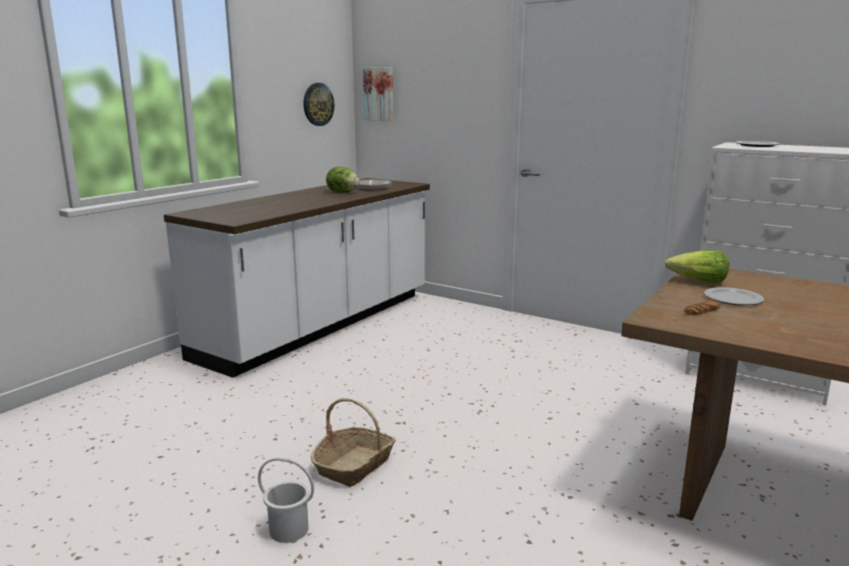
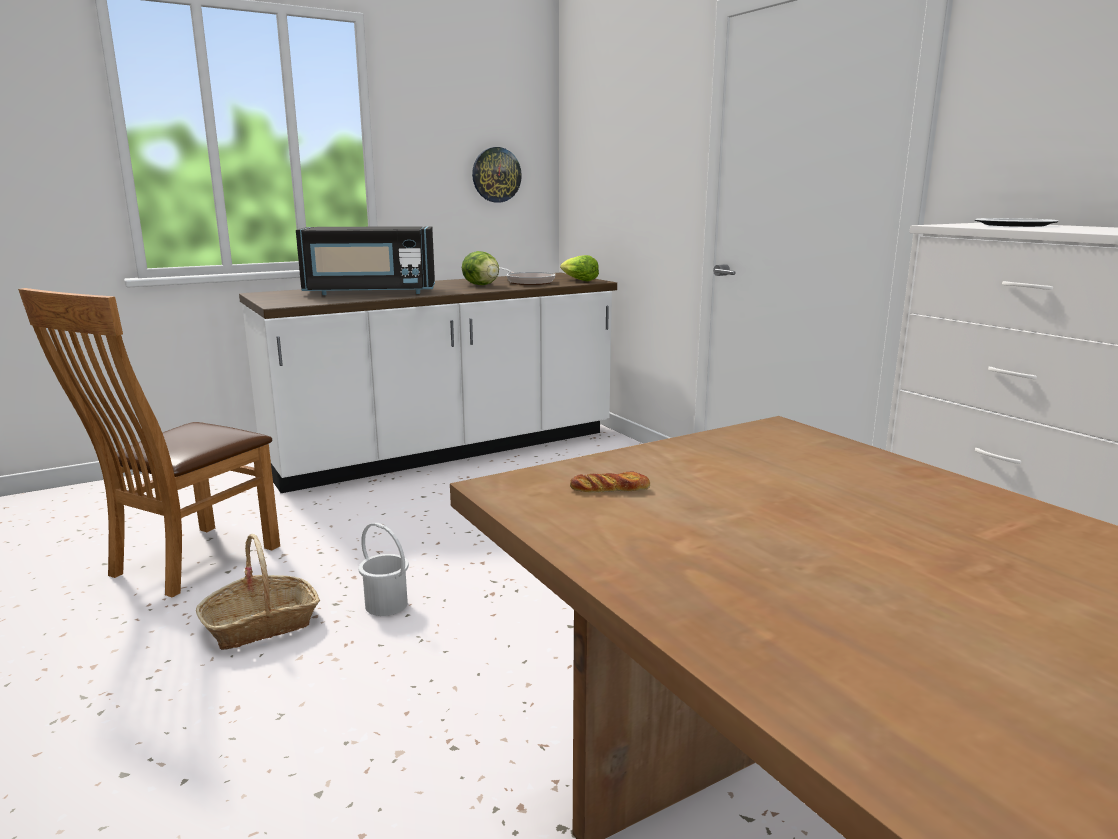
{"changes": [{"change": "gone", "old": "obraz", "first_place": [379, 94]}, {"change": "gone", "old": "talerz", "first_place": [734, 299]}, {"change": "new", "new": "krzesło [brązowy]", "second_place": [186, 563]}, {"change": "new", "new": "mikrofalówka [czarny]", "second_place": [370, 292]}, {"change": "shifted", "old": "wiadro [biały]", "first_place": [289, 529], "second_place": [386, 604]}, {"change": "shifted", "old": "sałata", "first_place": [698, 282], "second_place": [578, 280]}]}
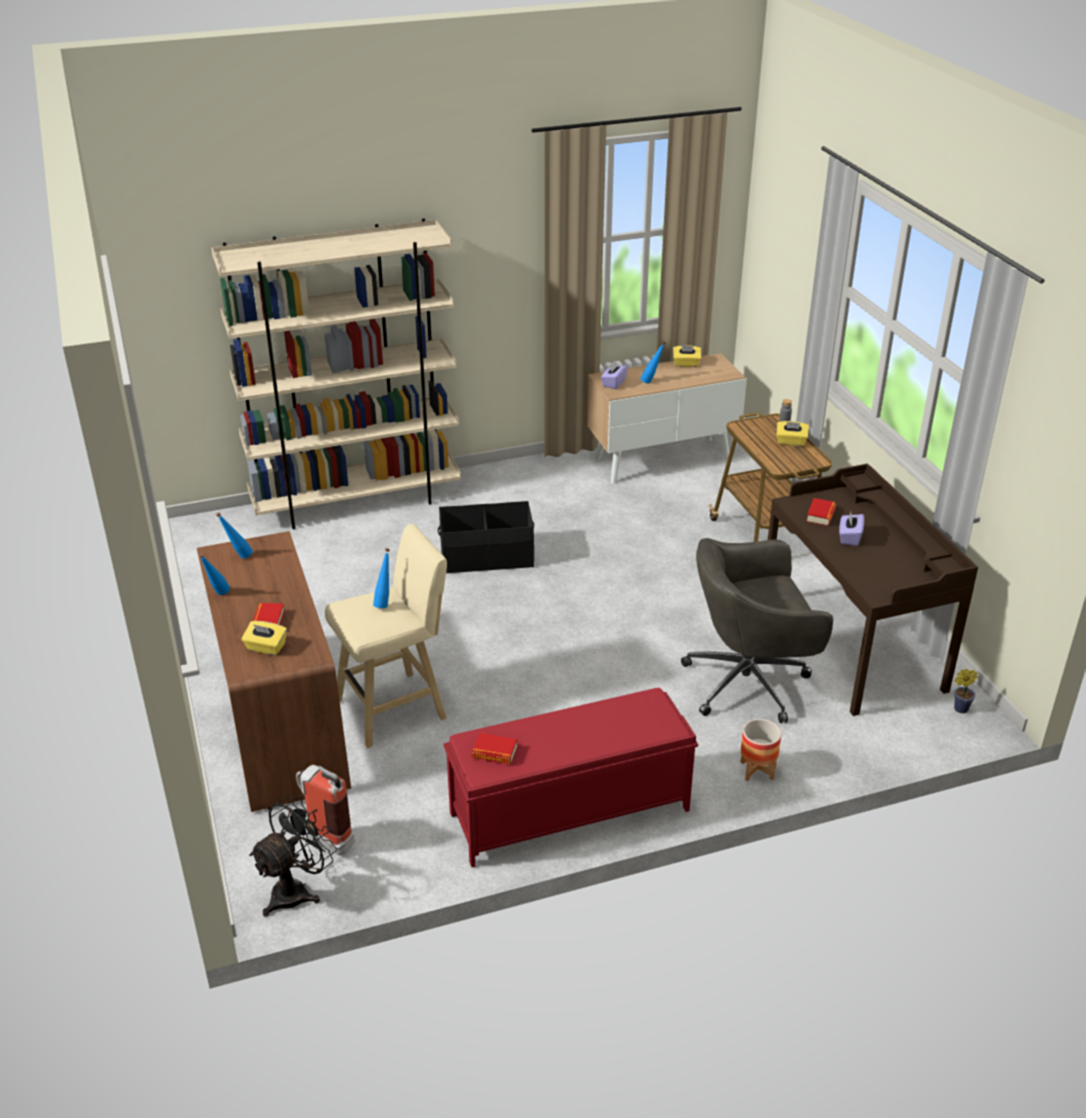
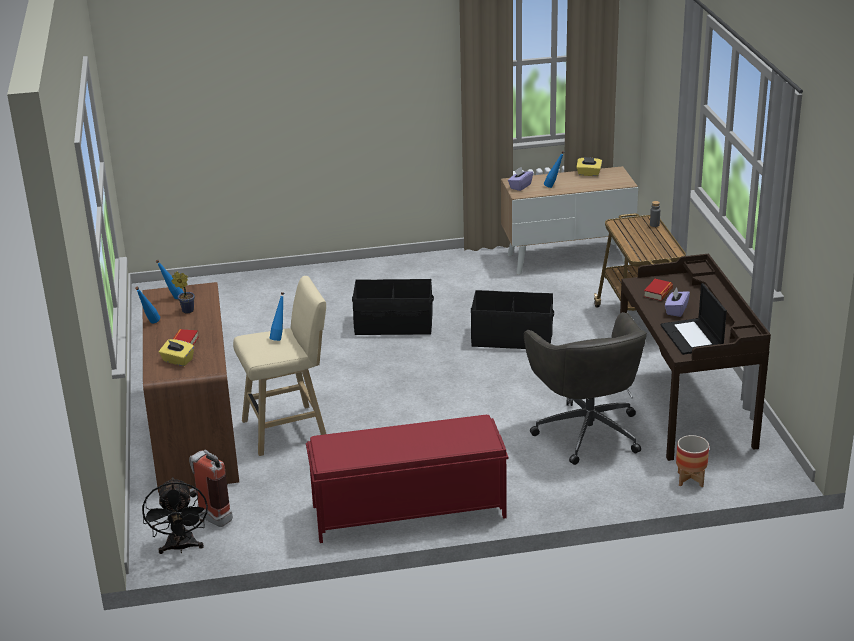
{"changes": [{"change": "gone", "old": "regał [beżowy]", "first_place": [357, 501]}, {"change": "gone", "old": "książka", "first_place": [494, 753]}, {"change": "gone", "old": "pudełko chusteczek [żółty]", "first_place": [791, 442]}, {"change": "new", "new": "pojemnik do przechowywania [czarny]", "second_place": [512, 338]}, {"change": "new", "new": "laptop", "second_place": [692, 337]}, {"change": "shifted", "old": "donica", "first_place": [757, 770], "second_place": [690, 479]}, {"change": "shifted", "old": "roślina doniczkowa", "first_place": [959, 708], "second_place": [186, 310]}, {"change": "rotated", "old": "wentylator [czarny]", "first_place": [297, 890], "second_place": [181, 547], "degrees": 120}, {"change": "rotated", "old": "krzesło biurowe [szary]", "first_place": [749, 683], "second_place": [587, 431], "degrees": -105}]}
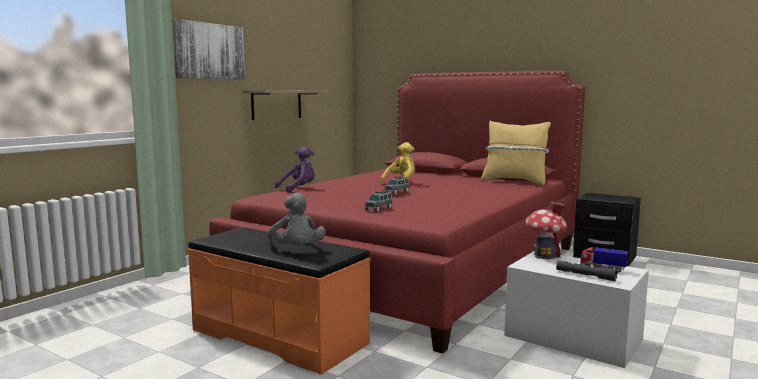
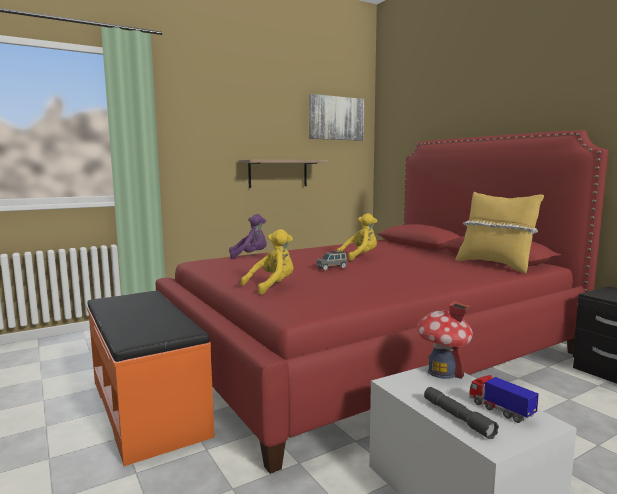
{"changes": [{"change": "gone", "old": "pluszak [szary]", "first_place": [297, 251]}, {"change": "shifted", "old": "obraz", "first_place": [209, 51], "second_place": [336, 118]}, {"change": "swapped", "old": "samochodzik [szary]", "new": "pluszak [żółty]", "first_place": [379, 209], "second_place": [272, 286]}]}
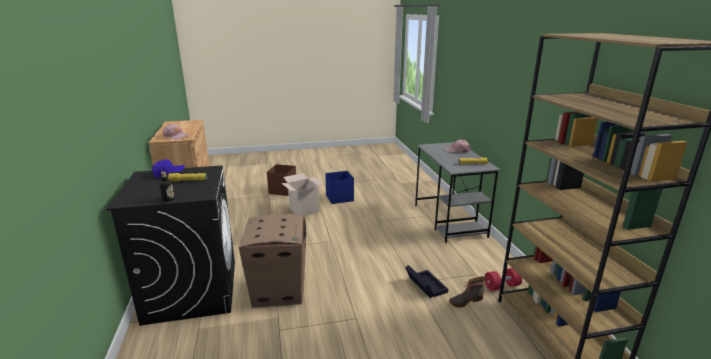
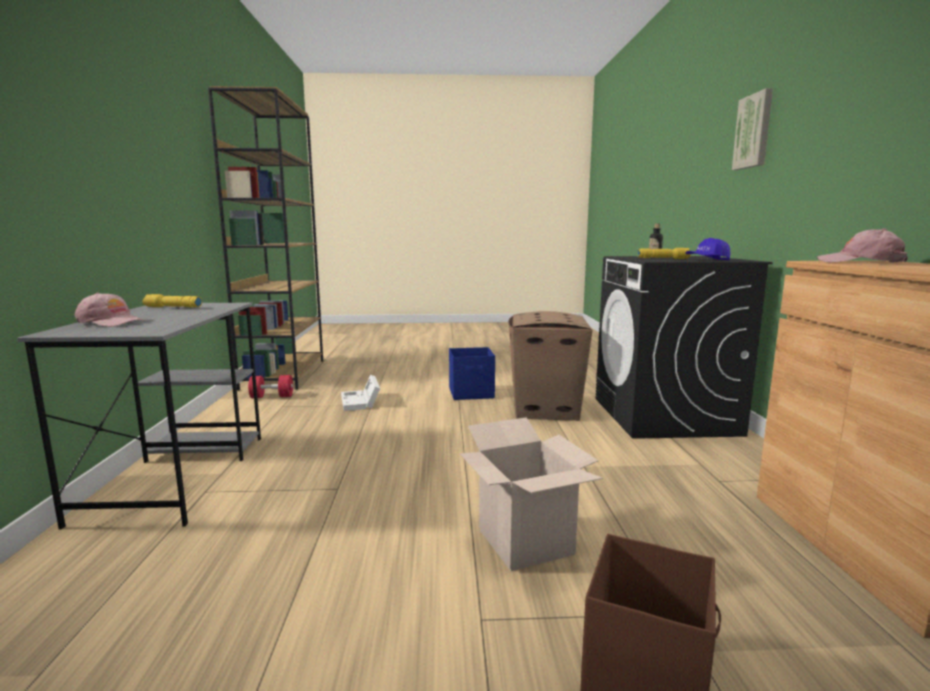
{"changes": [{"change": "gone", "old": "but z cholewką", "first_place": [465, 300]}, {"change": "new", "new": "obraz", "second_place": [754, 131]}, {"change": "shifted", "old": "pojemnik do przechowywania [niebieski]", "first_place": [339, 198], "second_place": [472, 393]}, {"change": "repainted", "old": "pojemnik do przechowywania [czarny]", "new": "pojemnik do przechowywania [biały]", "first_place": [424, 285], "second_place": [361, 402]}]}
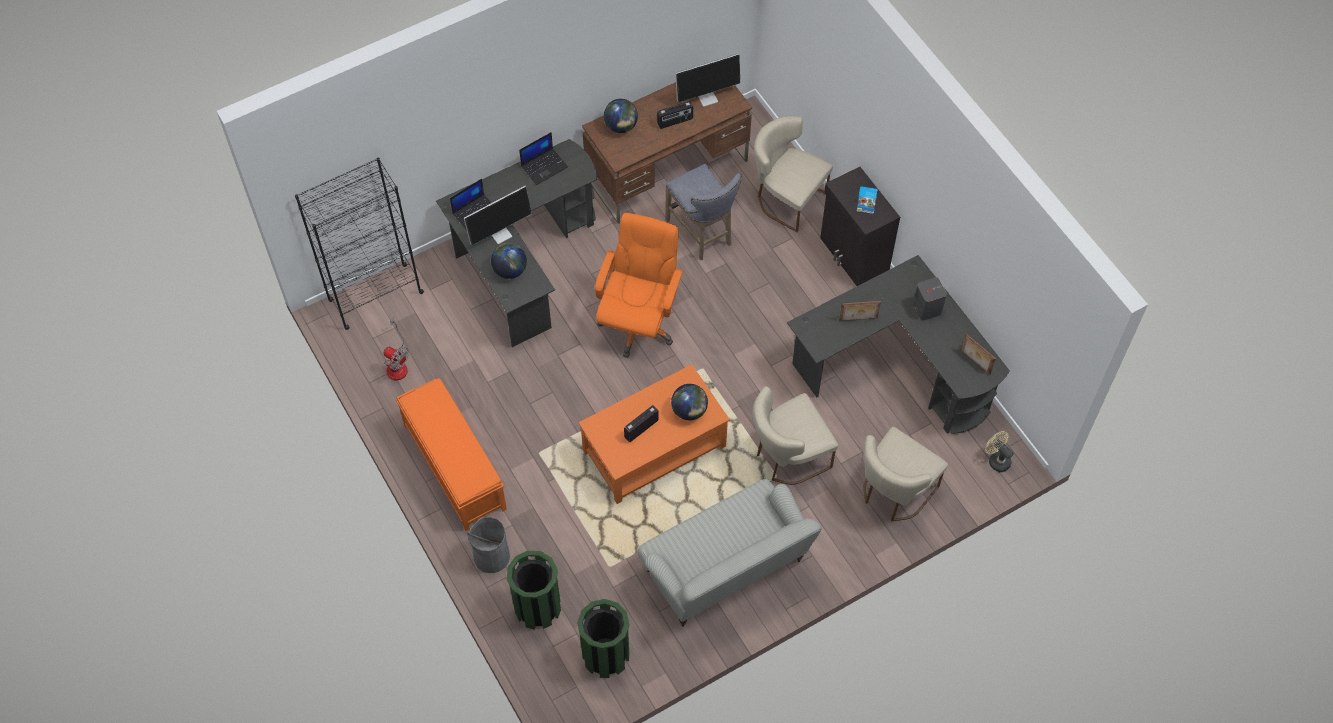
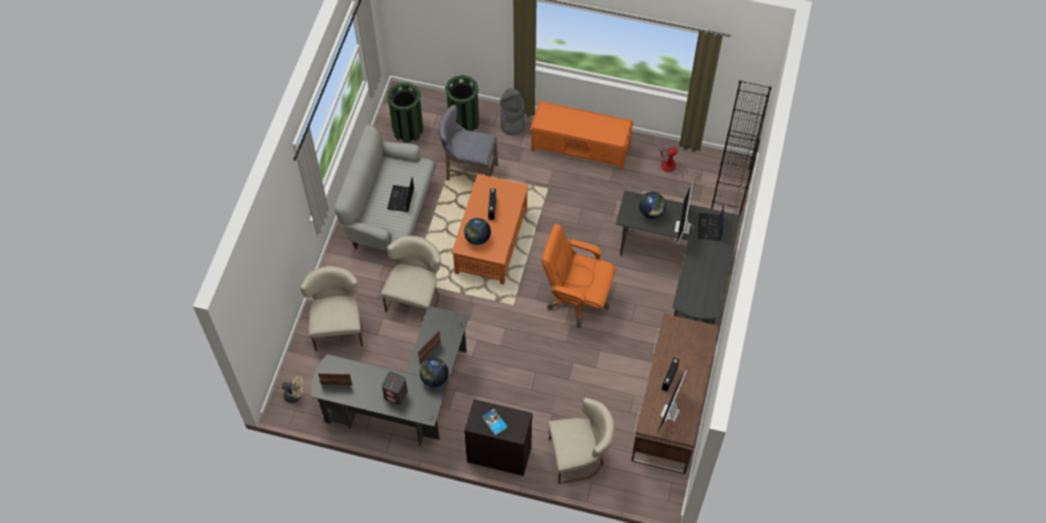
{"changes": [{"change": "shifted", "old": "laptop", "first_place": [544, 166], "second_place": [401, 199]}, {"change": "shifted", "old": "globus", "first_place": [621, 126], "second_place": [434, 378]}, {"change": "shifted", "old": "stołek [szary]", "first_place": [702, 234], "second_place": [468, 173]}, {"change": "rotated", "old": "krzesło biurowe [pomarańczowy]", "first_place": [638, 322], "second_place": [577, 299], "degrees": 135}]}
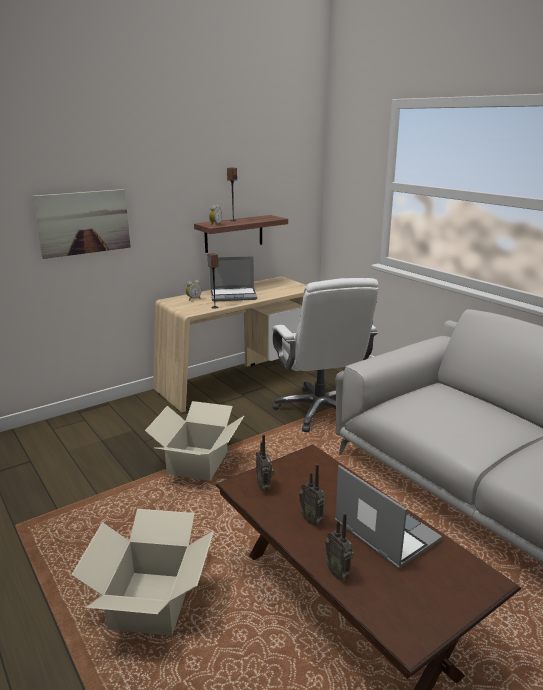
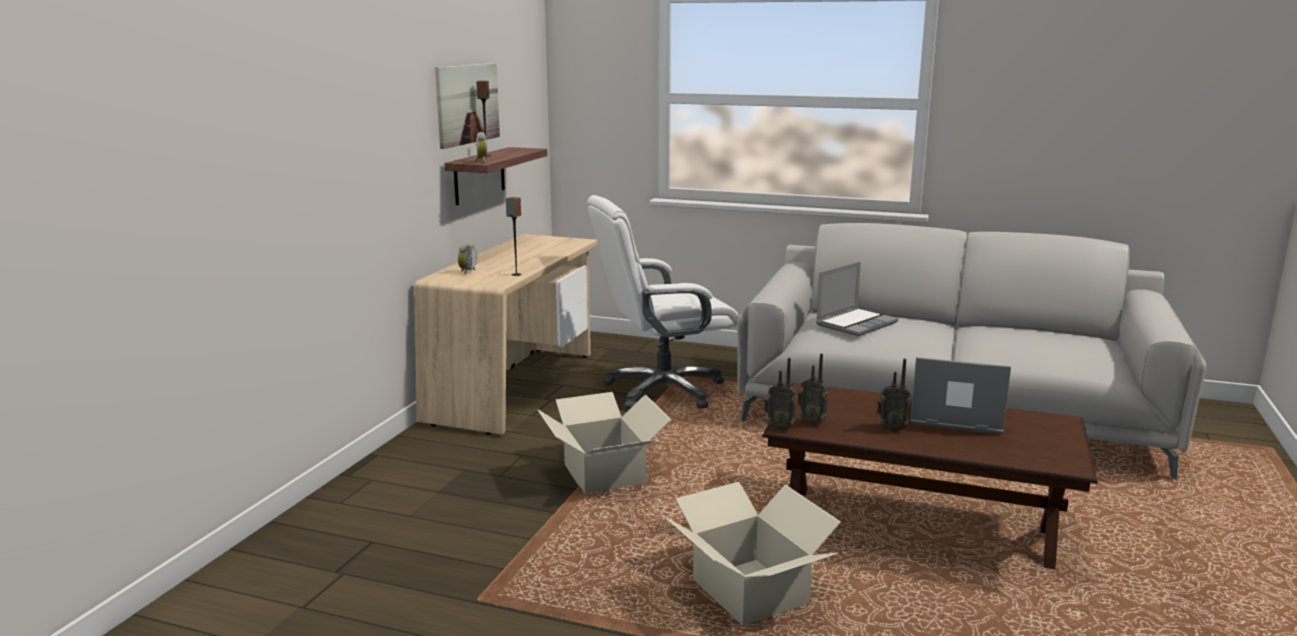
{"changes": [{"change": "shifted", "old": "obraz", "first_place": [84, 222], "second_place": [467, 104]}, {"change": "shifted", "old": "laptop", "first_place": [234, 295], "second_place": [856, 323]}, {"change": "shifted", "old": "radio", "first_place": [339, 572], "second_place": [779, 427]}, {"change": "rotated", "old": "krzesło biurowe [biały]", "first_place": [319, 410], "second_place": [662, 390], "degrees": 120}]}
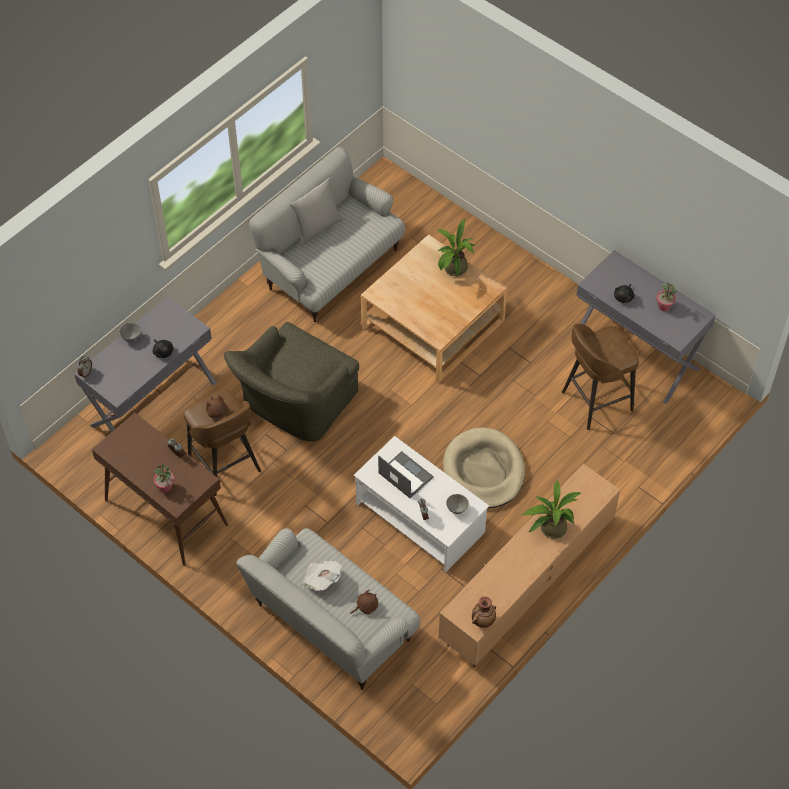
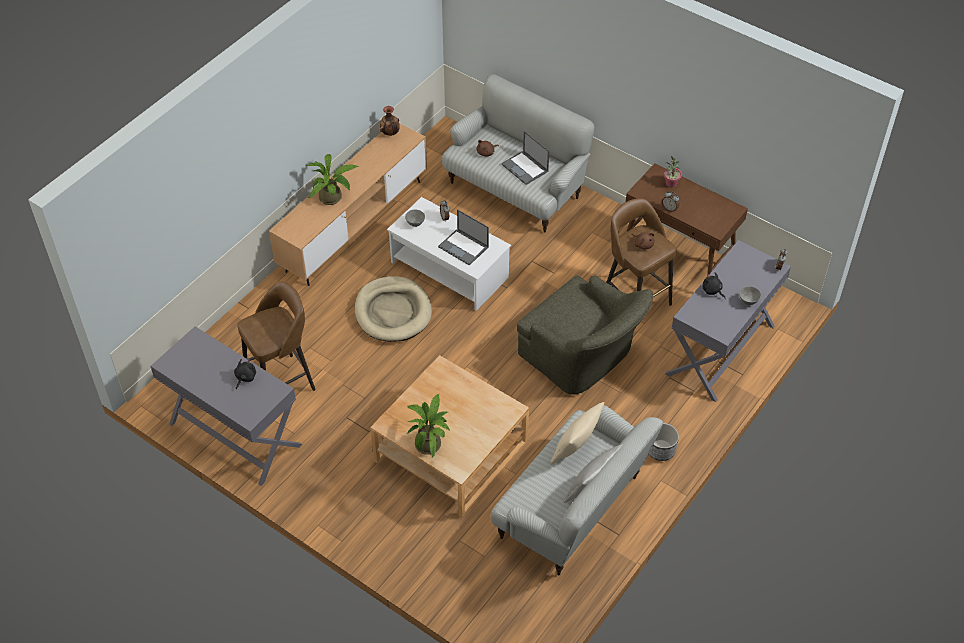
{"changes": [{"change": "gone", "old": "roślina doniczkowa", "first_place": [664, 306]}, {"change": "new", "new": "poduszka [beżowy]", "second_place": [575, 449]}, {"change": "new", "new": "donica", "second_place": [660, 450]}, {"change": "swapped", "old": "gazeta", "new": "laptop", "first_place": [322, 579], "second_place": [525, 168]}, {"change": "rotated", "old": "fotel [zielony]", "first_place": [294, 405], "second_place": [582, 358], "degrees": 105}]}
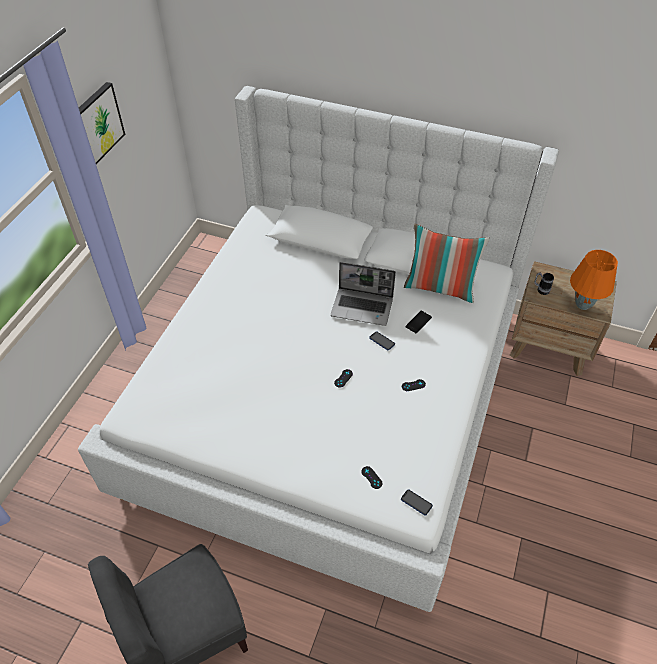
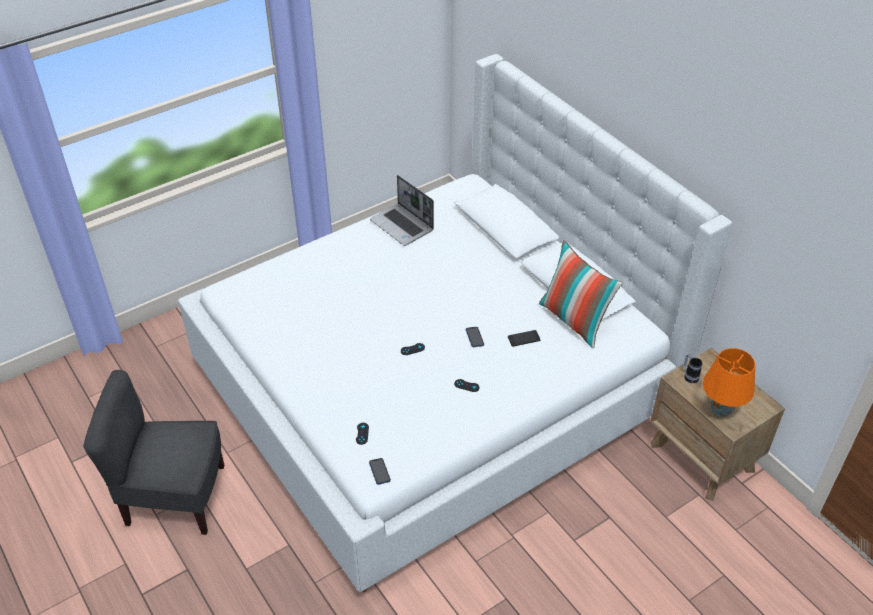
{"changes": [{"change": "gone", "old": "obraz", "first_place": [97, 123]}, {"change": "shifted", "old": "laptop", "first_place": [363, 307], "second_place": [403, 226]}]}
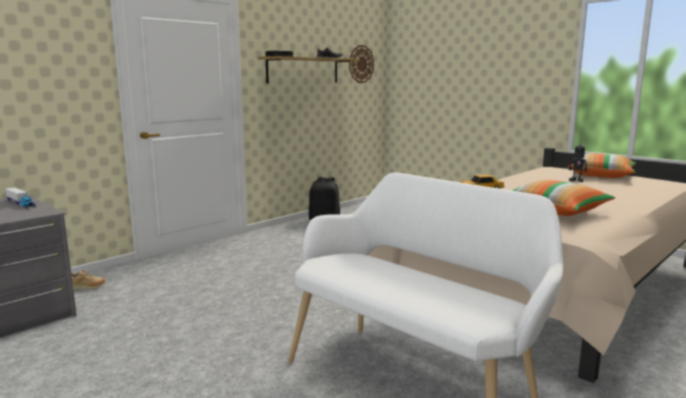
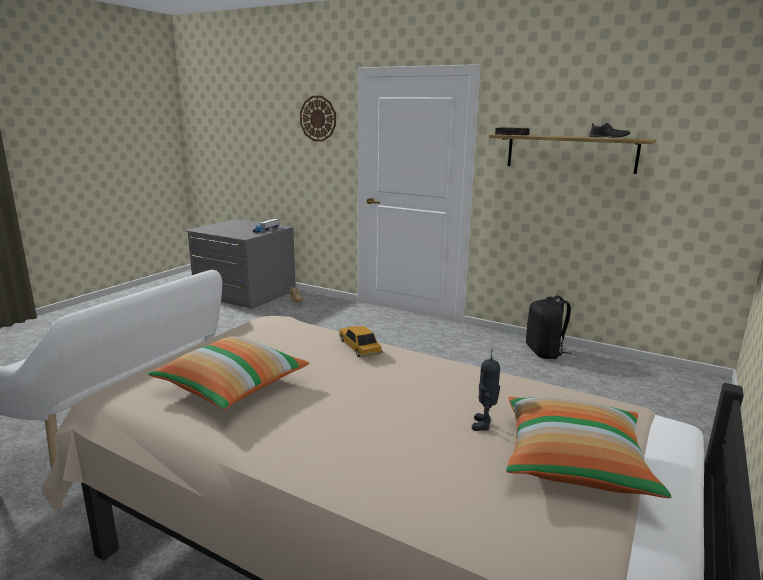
{"changes": [{"change": "shifted", "old": "zegar ścienny", "first_place": [361, 64], "second_place": [318, 118]}]}
